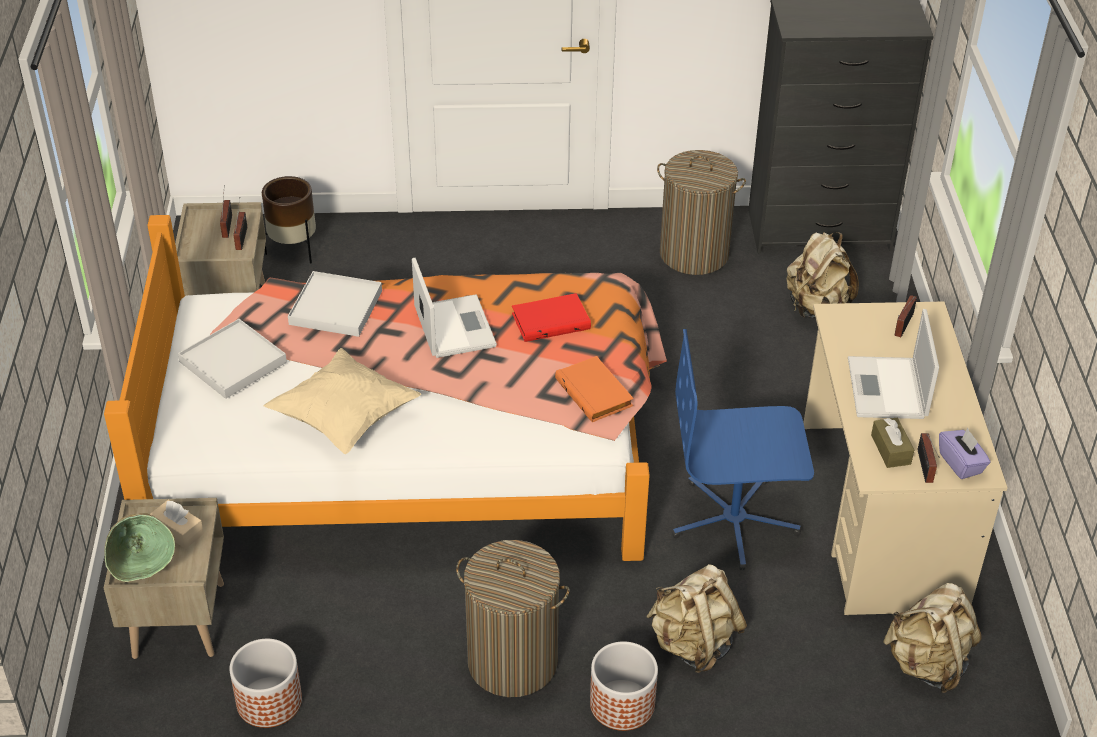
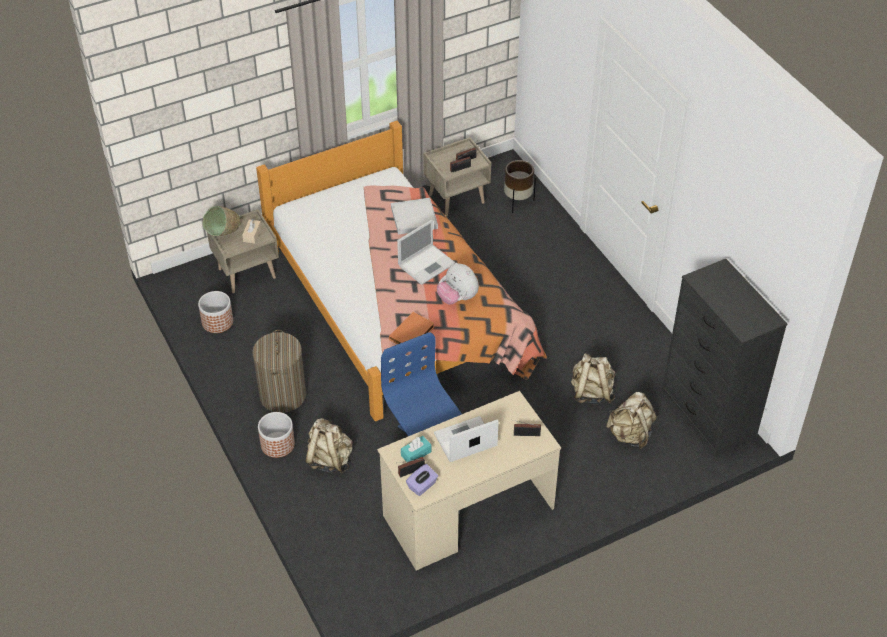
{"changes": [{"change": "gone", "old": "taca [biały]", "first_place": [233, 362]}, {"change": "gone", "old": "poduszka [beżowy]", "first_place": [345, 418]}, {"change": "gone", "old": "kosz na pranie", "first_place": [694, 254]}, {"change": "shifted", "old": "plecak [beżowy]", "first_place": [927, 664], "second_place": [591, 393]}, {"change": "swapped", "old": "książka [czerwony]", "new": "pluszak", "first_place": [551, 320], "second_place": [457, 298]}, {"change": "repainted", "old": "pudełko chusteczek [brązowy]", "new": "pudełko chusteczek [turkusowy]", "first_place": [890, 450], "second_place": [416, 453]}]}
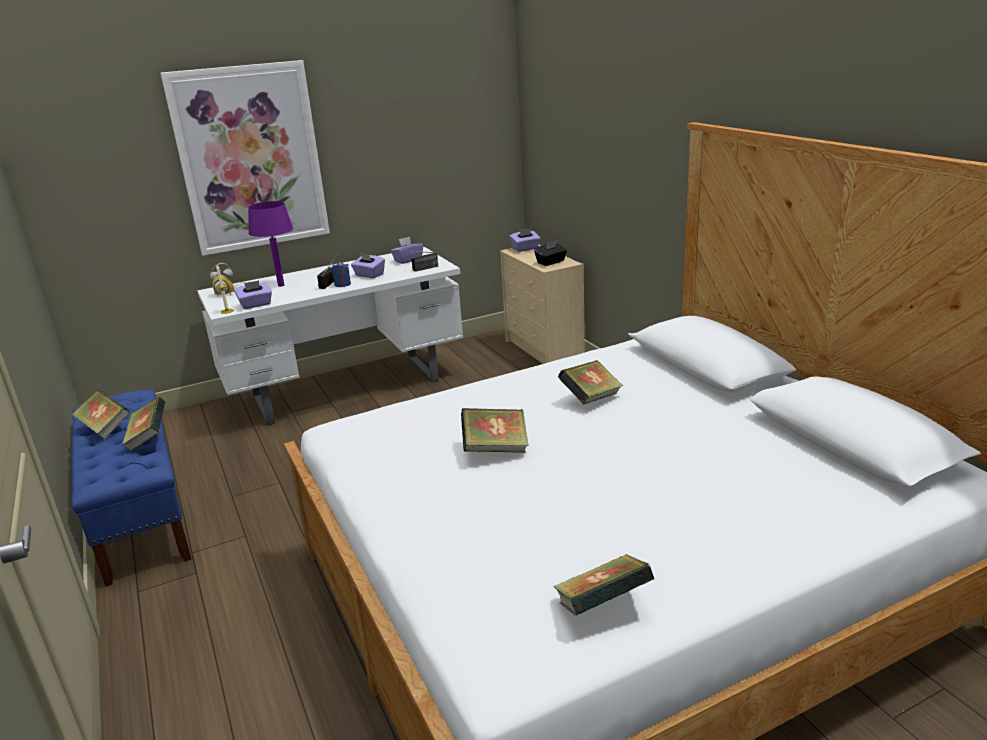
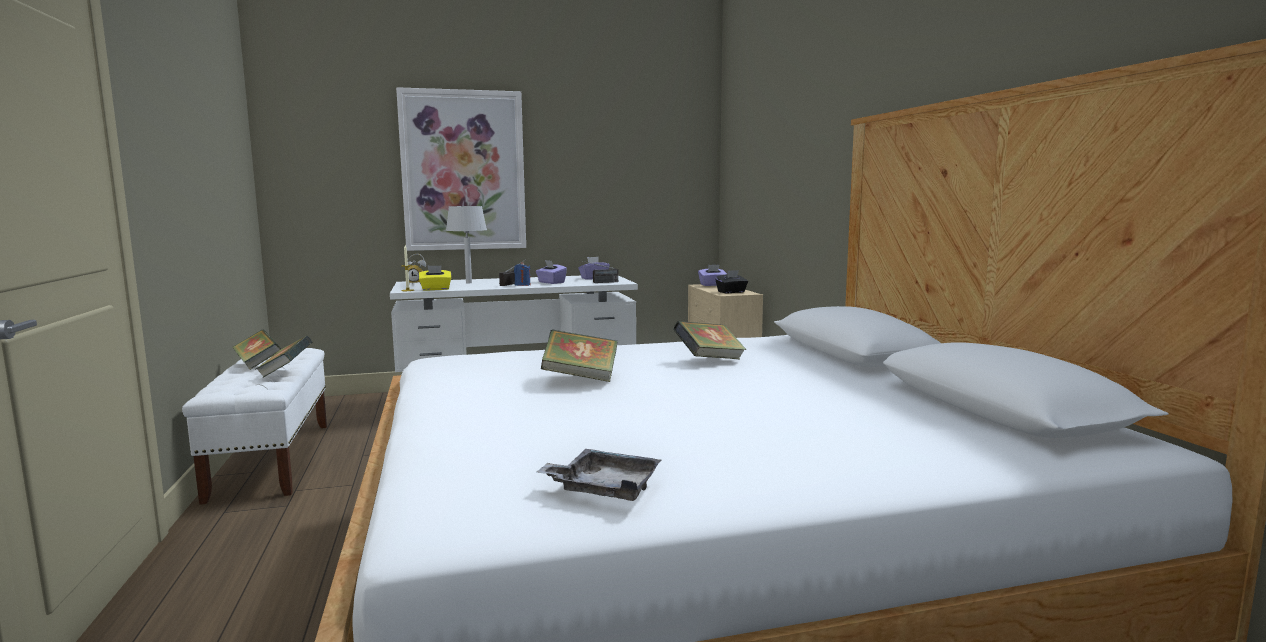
{"changes": [{"change": "swapped", "old": "książka", "new": "taca [szary]", "first_place": [602, 606], "second_place": [604, 488]}, {"change": "repainted", "old": "ławka [niebieski]", "new": "ławka [biały]", "first_place": [141, 516], "second_place": [272, 459]}, {"change": "repainted", "old": "pudełko chusteczek [fioletowy]", "new": "pudełko chusteczek [żółty]", "first_place": [256, 305], "second_place": [435, 289]}, {"change": "repainted", "old": "lampa stołowa [fioletowy]", "new": "lampa stołowa [szary]", "first_place": [281, 285], "second_place": [468, 283]}]}
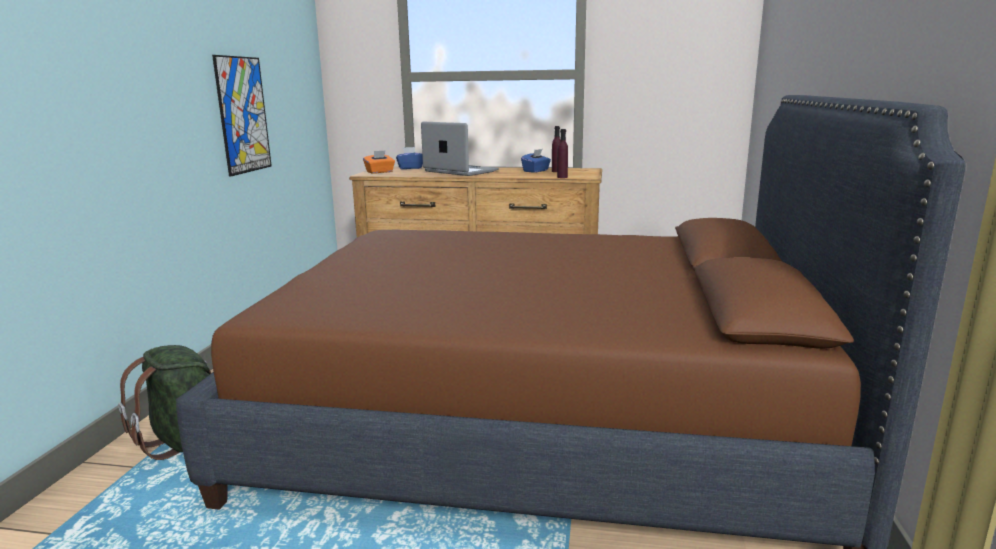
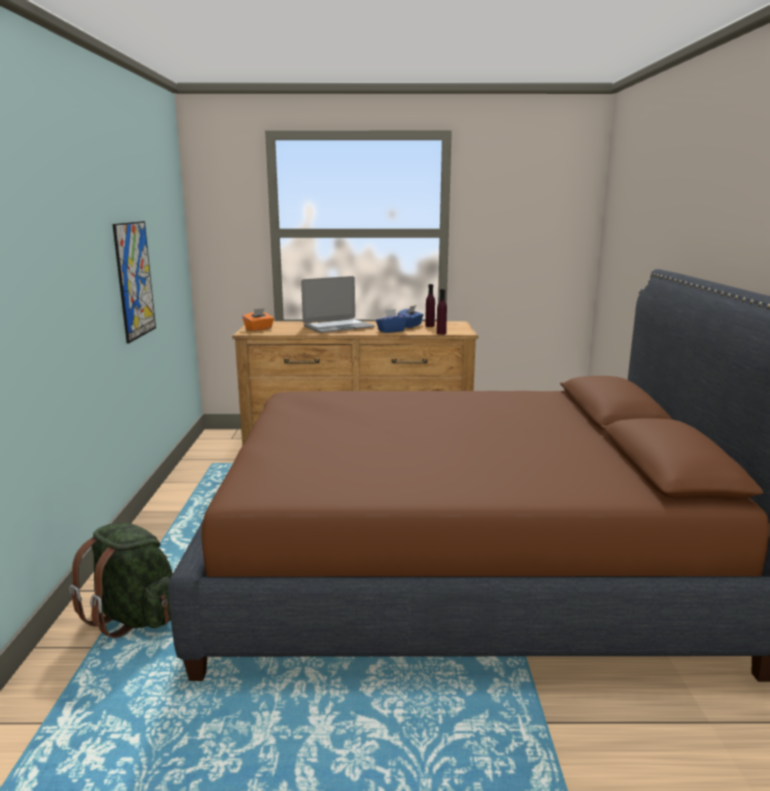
{"changes": [{"change": "shifted", "old": "pudełko chusteczek [niebieski]", "first_place": [410, 168], "second_place": [391, 331]}, {"change": "rotated", "old": "laptop", "first_place": [460, 171], "second_place": [338, 327], "degrees": 120}]}
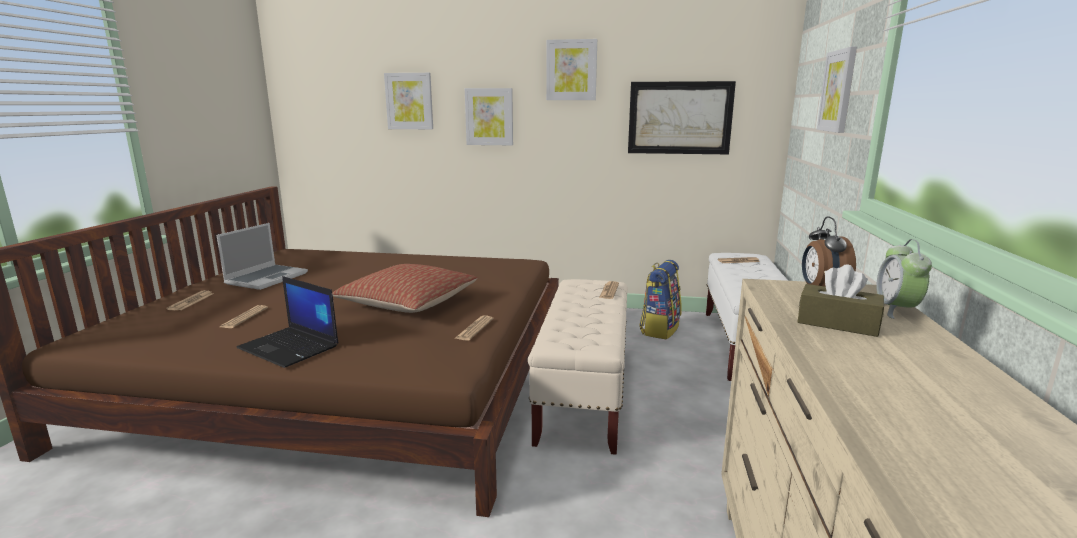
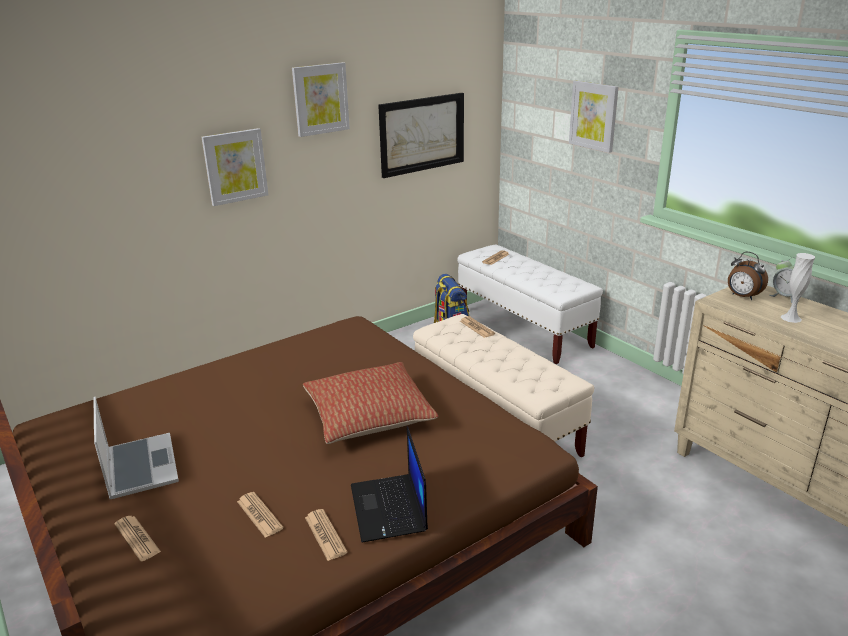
{"changes": [{"change": "gone", "old": "obraz", "first_place": [409, 101]}, {"change": "shifted", "old": "gazeta", "first_place": [474, 329], "second_place": [325, 535]}, {"change": "swapped", "old": "pudełko chusteczek [brązowy]", "new": "wazon [biały]", "first_place": [837, 323], "second_place": [791, 318]}, {"change": "rotated", "old": "laptop", "first_place": [290, 347], "second_place": [389, 509], "degrees": 90}]}
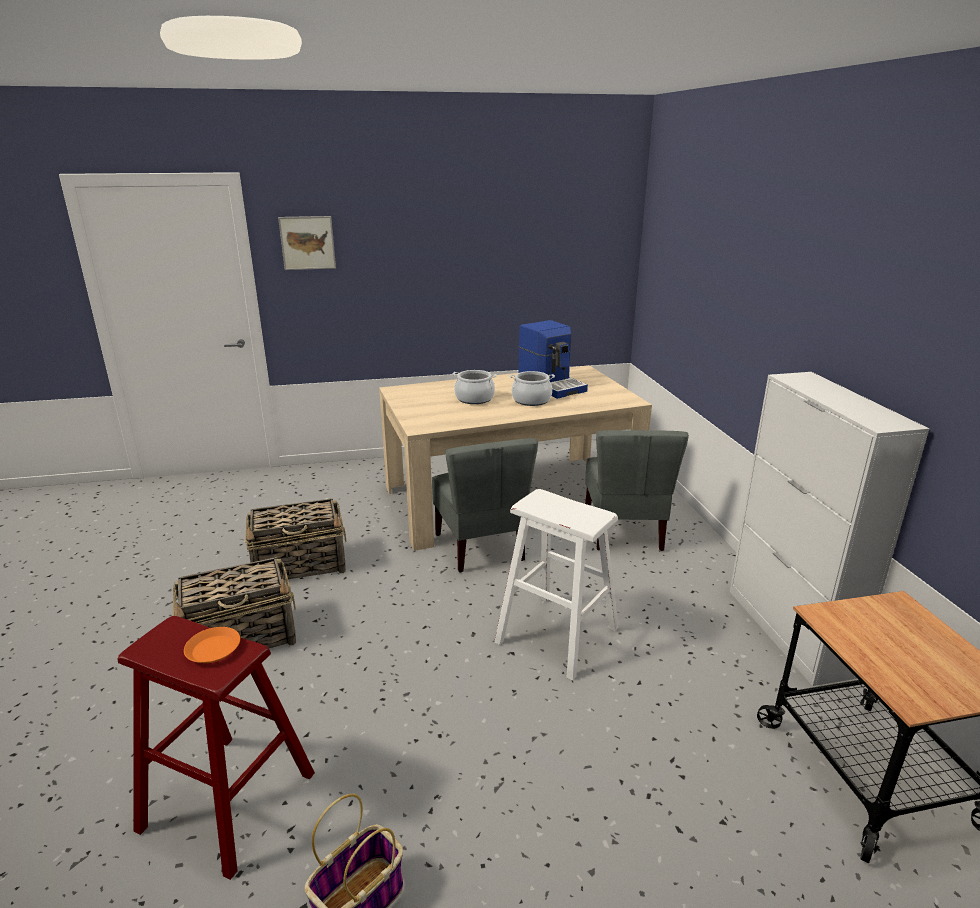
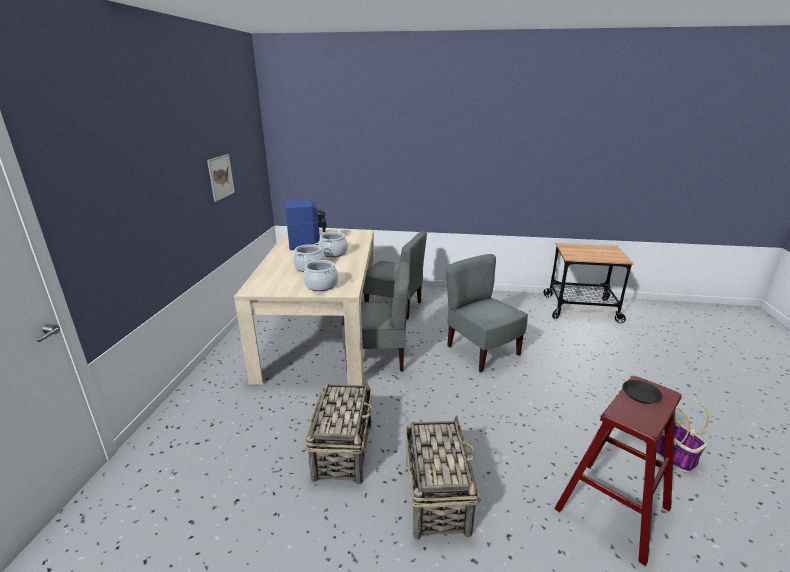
{"changes": [{"change": "gone", "old": "szafka [biały]", "first_place": [787, 632]}, {"change": "new", "new": "garnek", "second_place": [321, 285]}, {"change": "shifted", "old": "obraz", "first_place": [307, 243], "second_place": [220, 177]}, {"change": "swapped", "old": "stołek [biały]", "new": "krzesło [szary]", "first_place": [557, 635], "second_place": [481, 351]}, {"change": "repainted", "old": "talerz [pomarańczowy]", "new": "talerz [czarny]", "first_place": [213, 649], "second_place": [641, 395]}]}
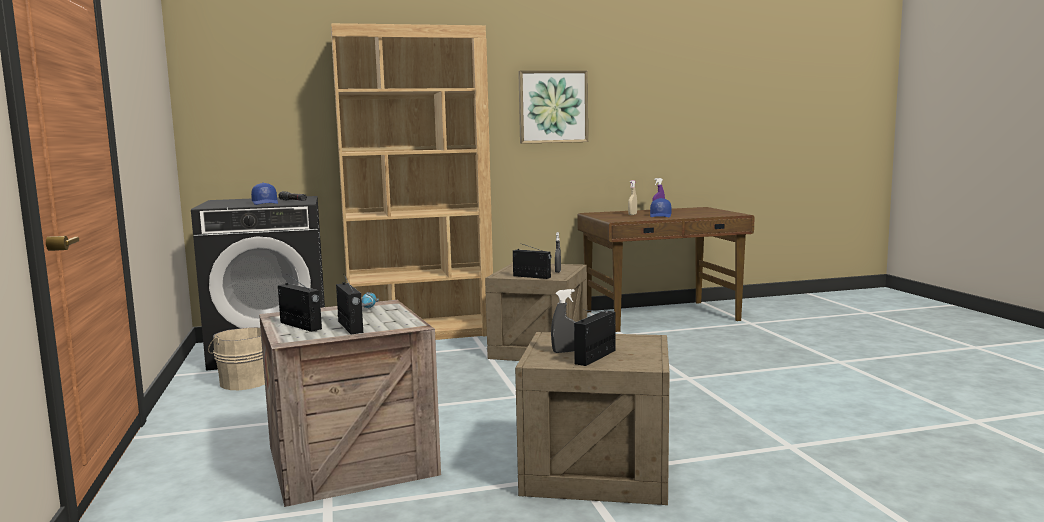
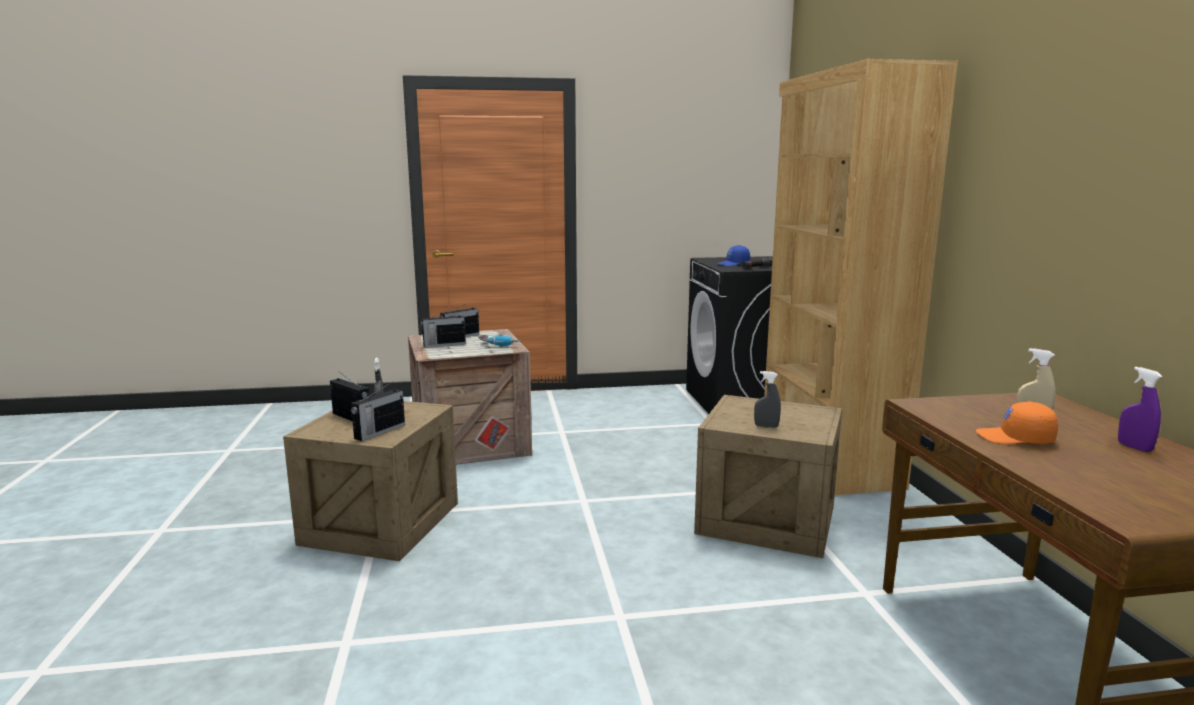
{"changes": [{"change": "gone", "old": "wiadro [beżowy]", "first_place": [244, 382]}, {"change": "gone", "old": "obraz", "first_place": [553, 107]}, {"change": "shifted", "old": "radio", "first_place": [532, 277], "second_place": [379, 432]}, {"change": "repainted", "old": "czapka z daszkiem [niebieski]", "new": "czapka z daszkiem [pomarańczowy]", "first_place": [661, 216], "second_place": [1015, 439]}]}
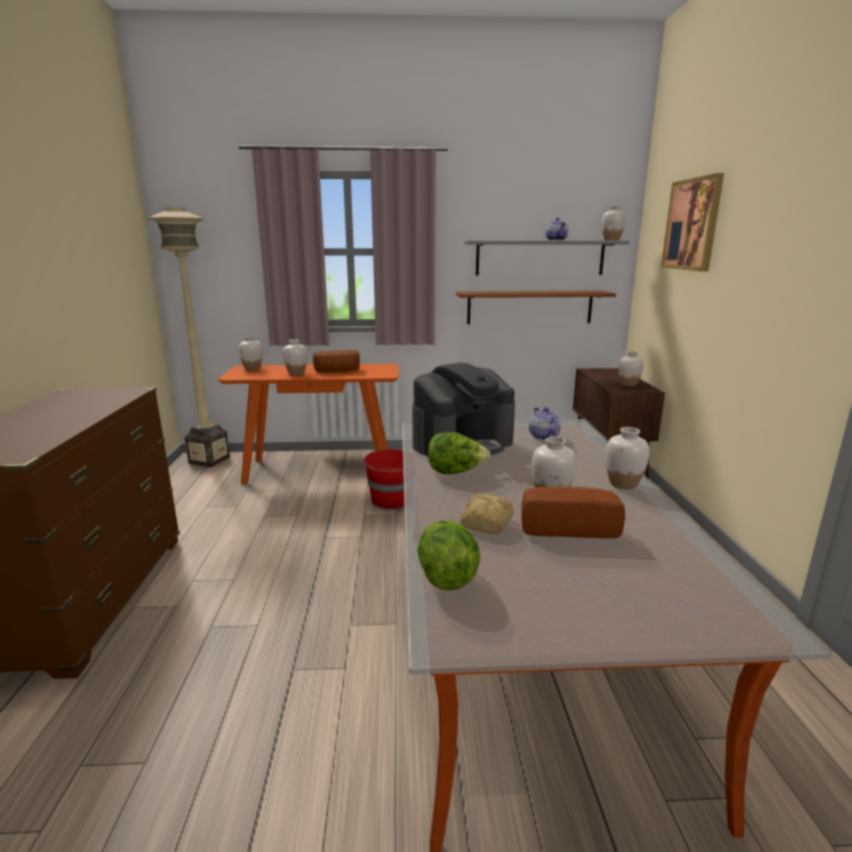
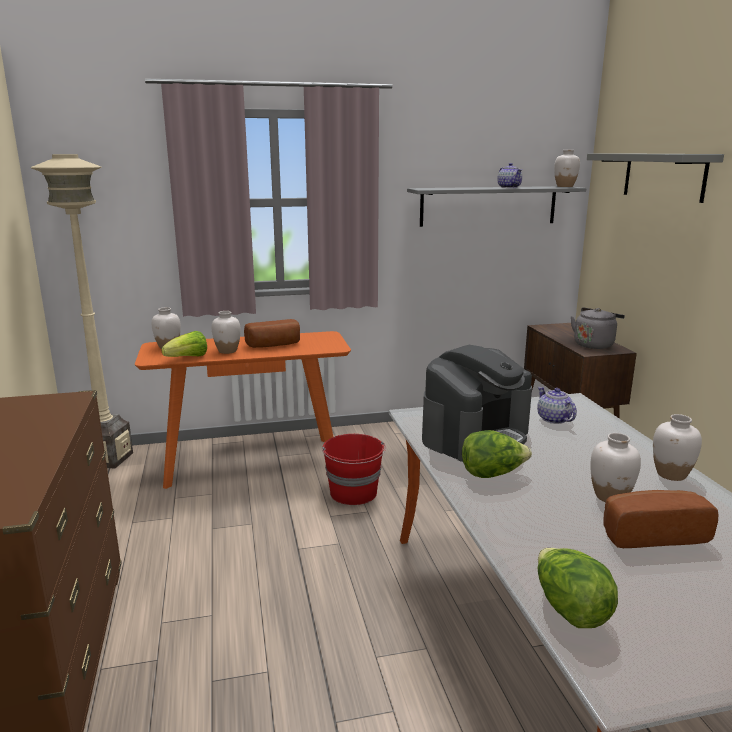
{"changes": [{"change": "gone", "old": "półka [brązowy]", "first_place": [529, 307]}, {"change": "gone", "old": "chleb", "first_place": [486, 524]}, {"change": "new", "new": "sałata", "second_place": [188, 358]}, {"change": "swapped", "old": "wazon [biały]", "new": "czajnik [szary]", "first_place": [628, 385], "second_place": [594, 344]}, {"change": "swapped", "old": "obraz", "new": "półka [szary]", "first_place": [692, 224], "second_place": [663, 176]}]}
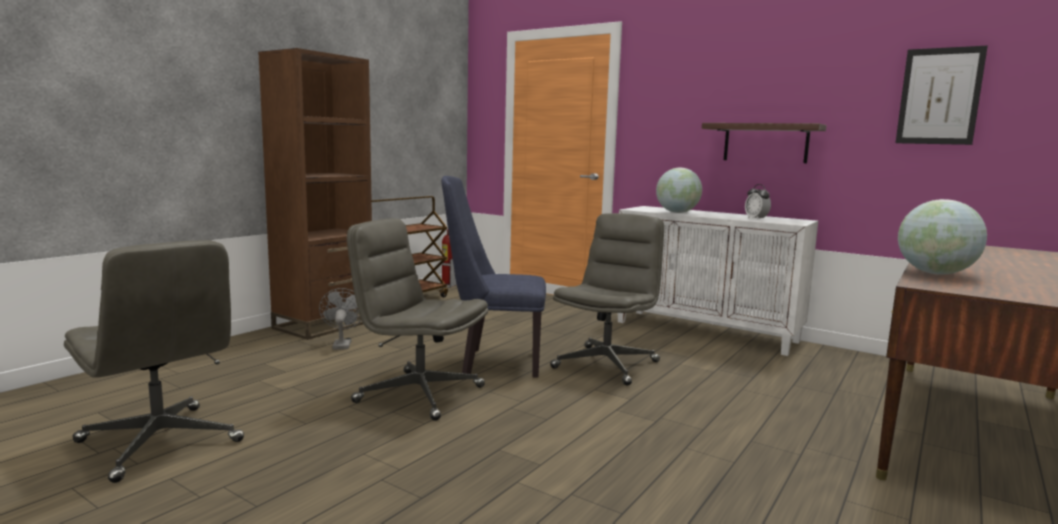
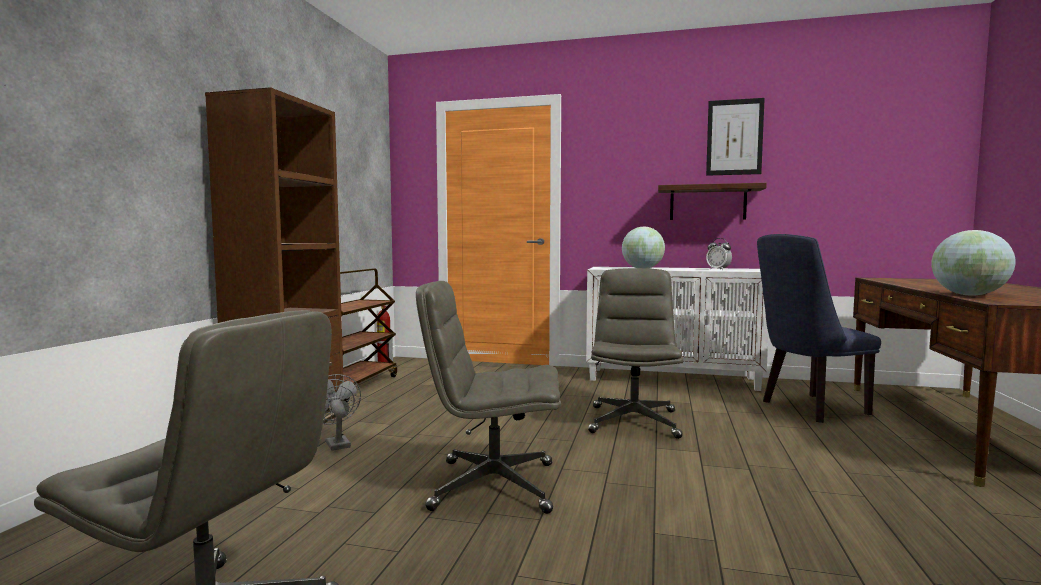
{"changes": [{"change": "shifted", "old": "krzesło [niebieski]", "first_place": [493, 363], "second_place": [808, 409]}, {"change": "shifted", "old": "obraz", "first_place": [939, 96], "second_place": [734, 137]}]}
